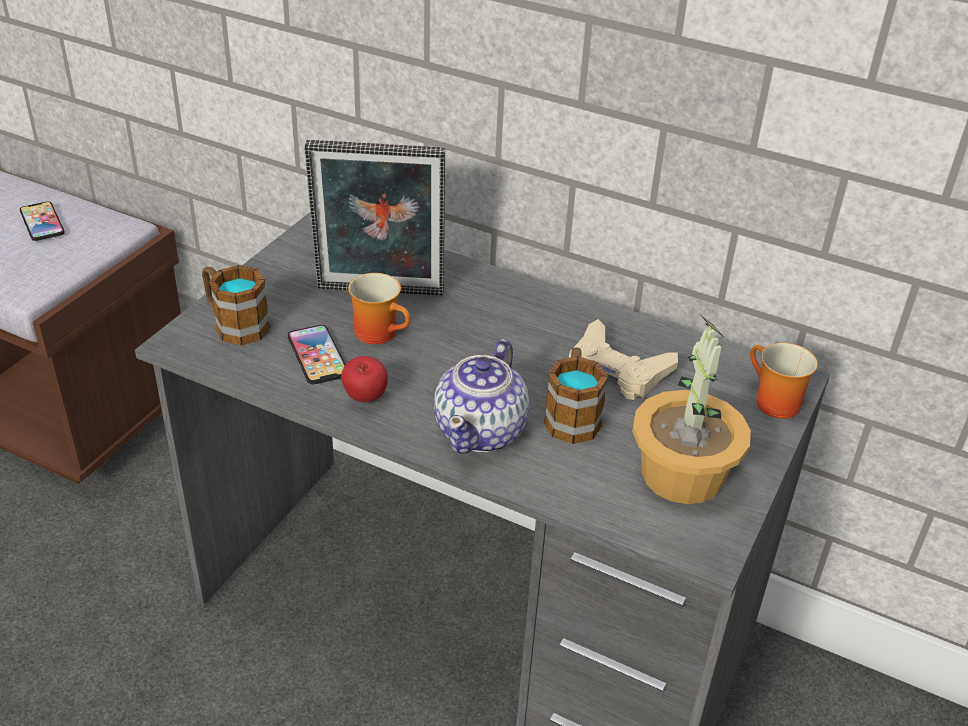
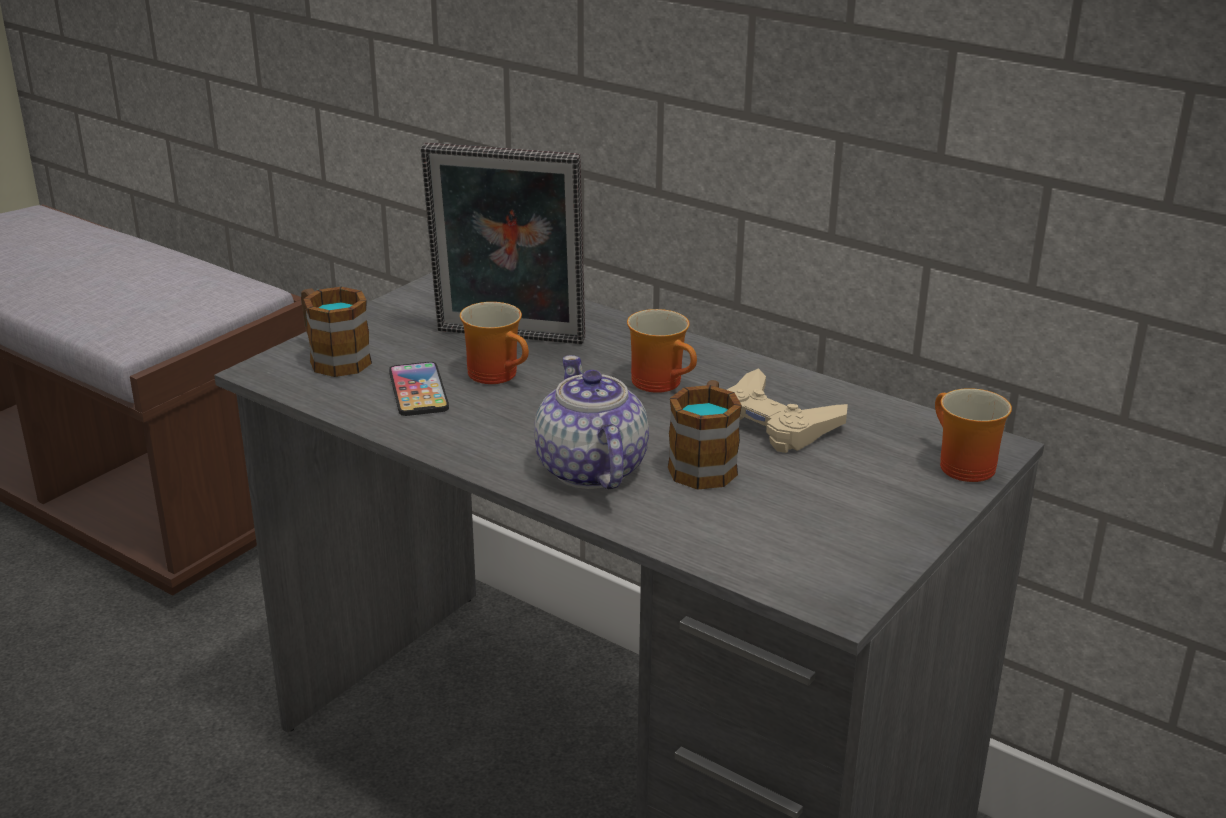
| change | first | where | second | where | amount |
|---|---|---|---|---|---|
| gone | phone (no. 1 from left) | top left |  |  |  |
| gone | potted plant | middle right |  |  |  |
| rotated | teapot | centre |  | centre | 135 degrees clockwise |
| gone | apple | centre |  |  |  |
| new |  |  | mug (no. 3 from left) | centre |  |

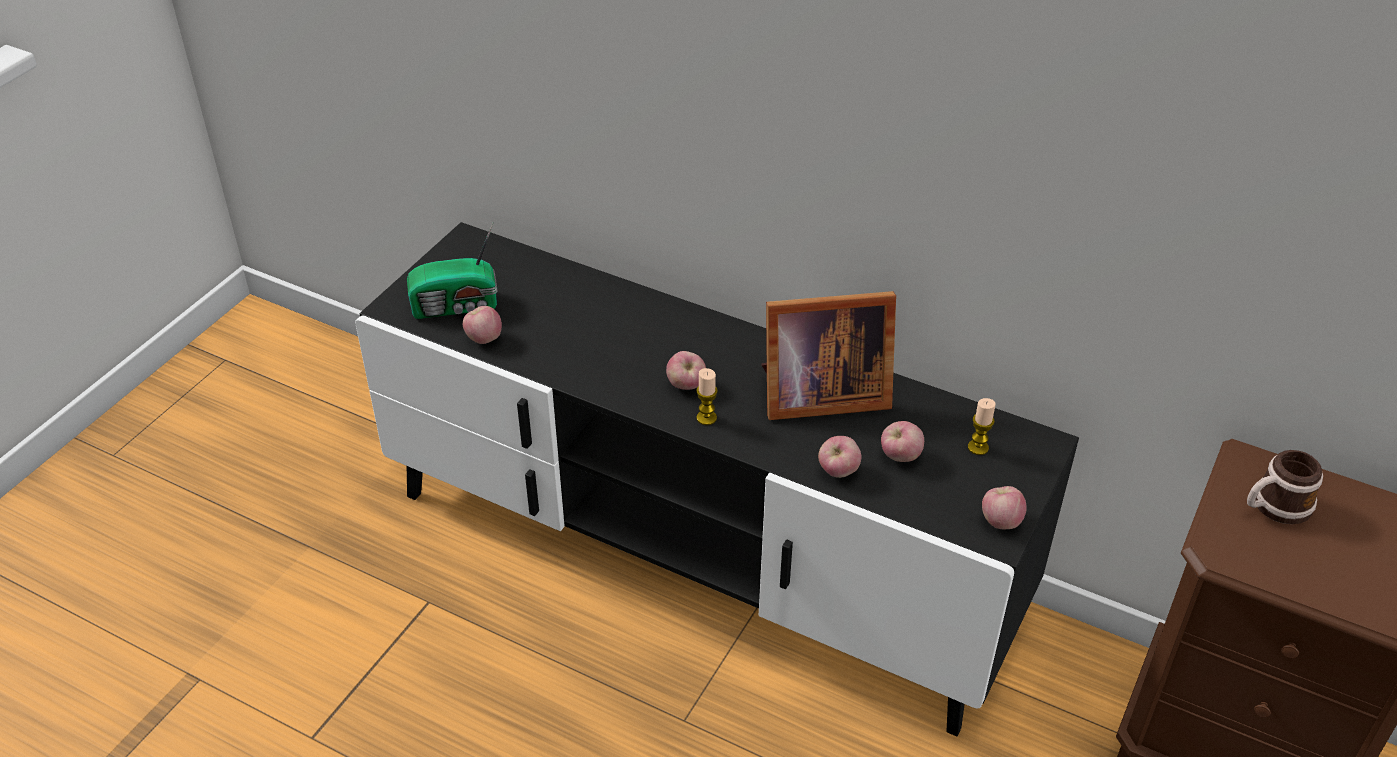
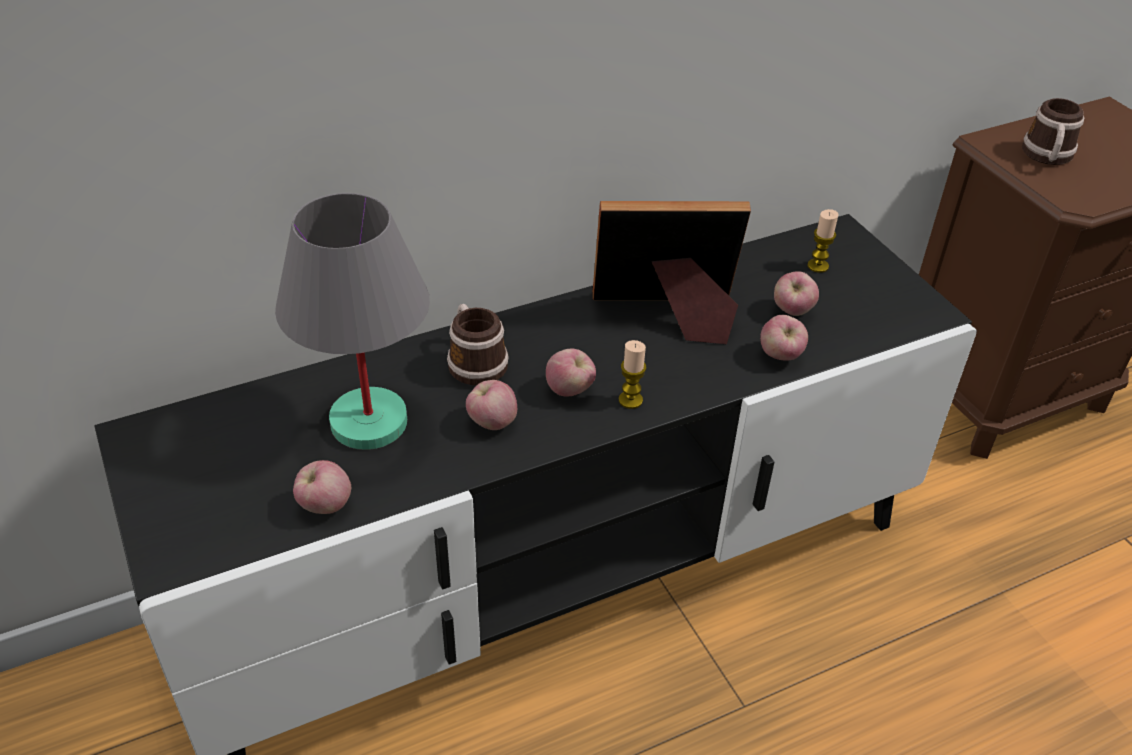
| change | first | where | second | where | amount |
|---|---|---|---|---|---|
| gone | radio | middle left |  |  |  |
| rotated | picture frame | centre |  | centre | 120 degrees counterclockwise |
| shifted | apple (no. 5 from left in the first image) | bottom right | apple (no. 2 from left) | centre |  |
| new |  |  | grey table lamp | middle left |  |
| new |  |  | mug (no. 1 from left) | centre |  |

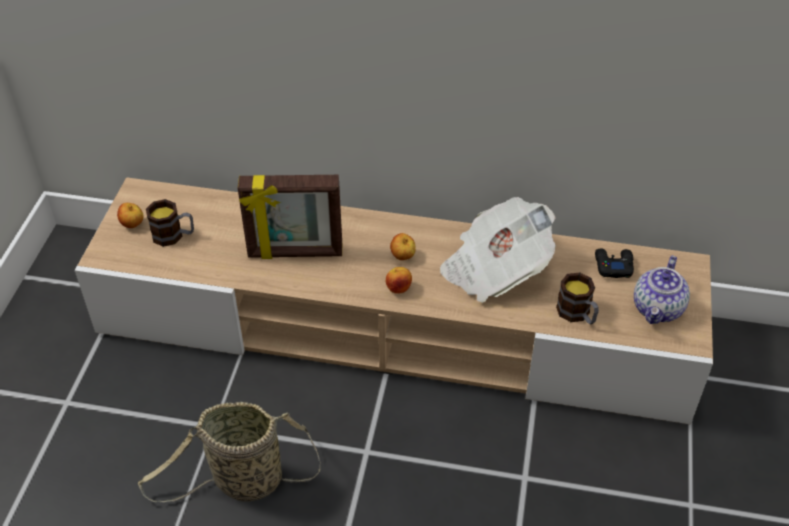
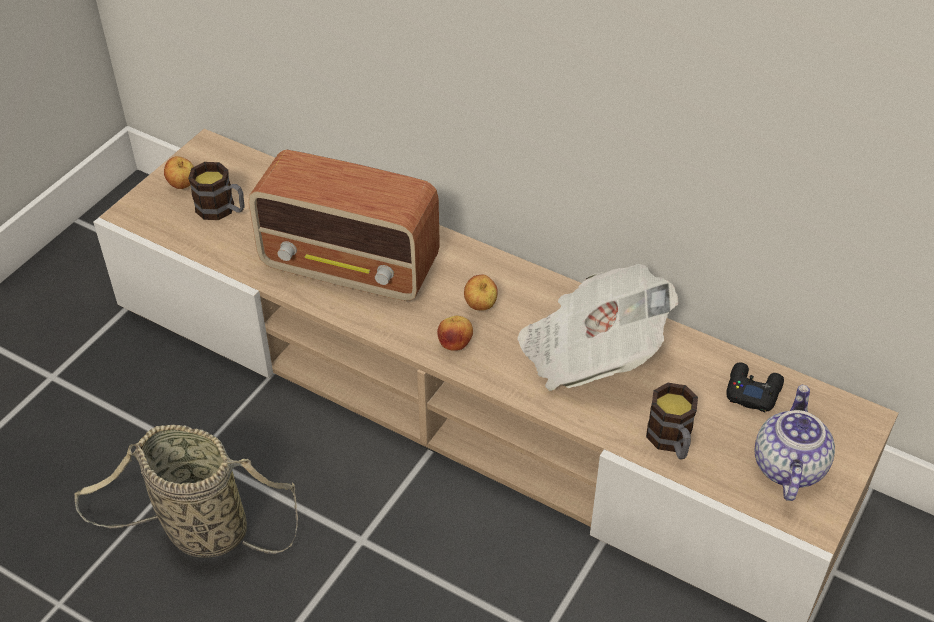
| change | first | where | second | where | amount |
|---|---|---|---|---|---|
| swapped | picture frame | centre | radio | centre |  |
| rotated | teapot | middle right |  | bottom right | 150 degrees clockwise |

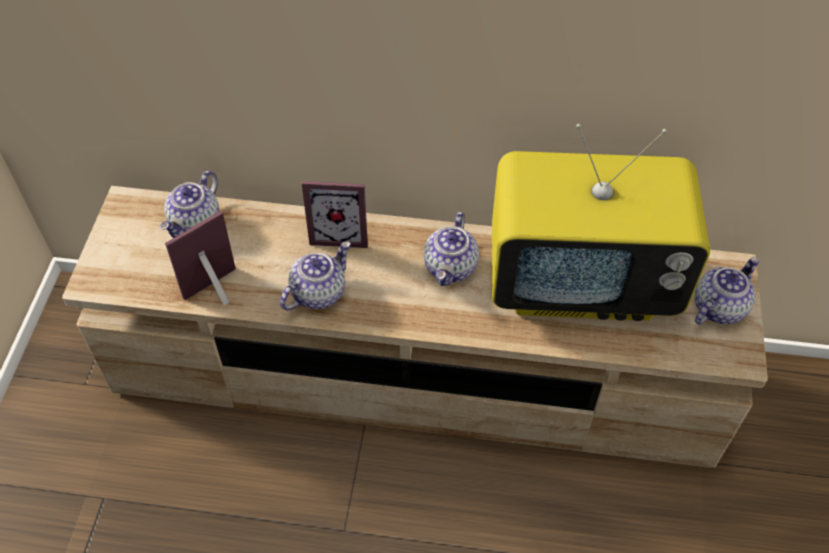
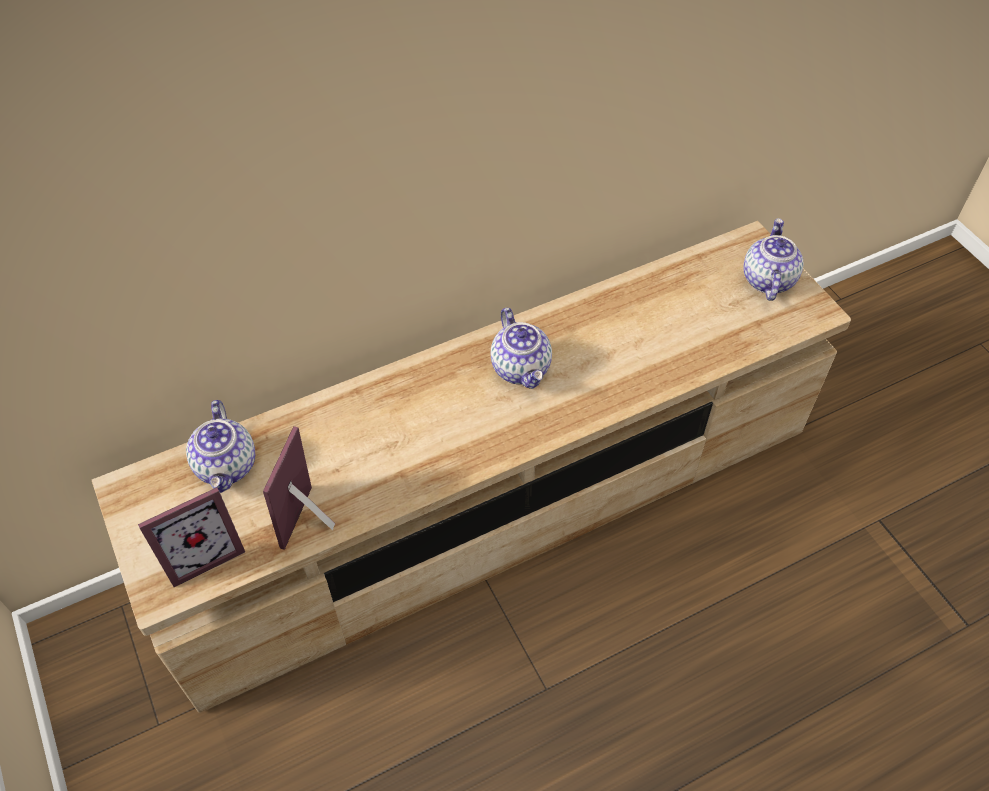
| change | first | where | second | where | amount |
|---|---|---|---|---|---|
| gone | television | middle right |  |  |  |
| shifted | picture frame (no. 2 from left in the first image) | centre | picture frame (no. 1 from left) | bottom left |  |
| gone | teapot (no. 2 from left) | centre |  |  |  |

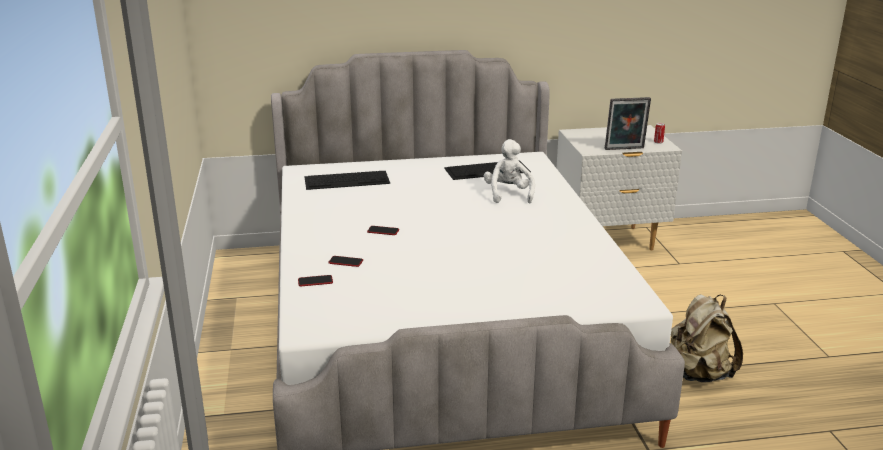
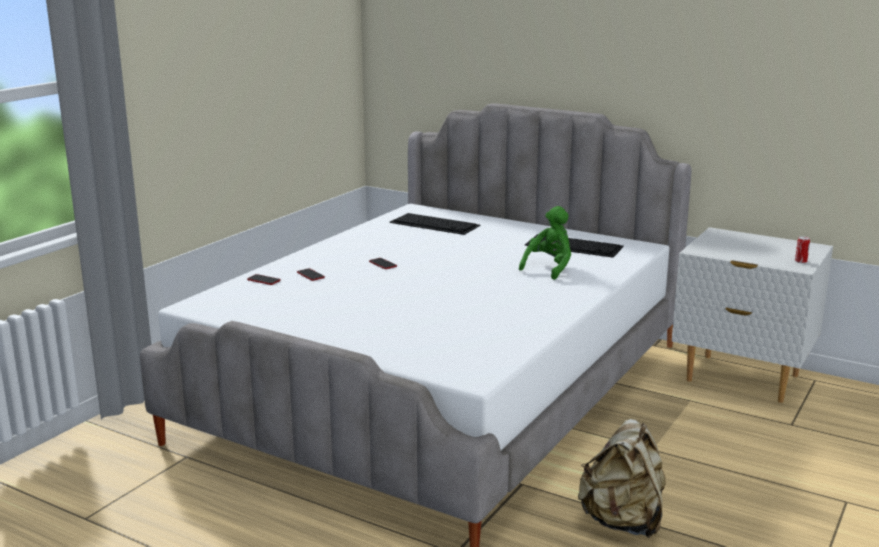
| change | first | where | second | where | amount |
|---|---|---|---|---|---|
| gone | picture frame | top right |  |  |  |
| repainted | white plush toy | centre | green plush toy | centre |  |

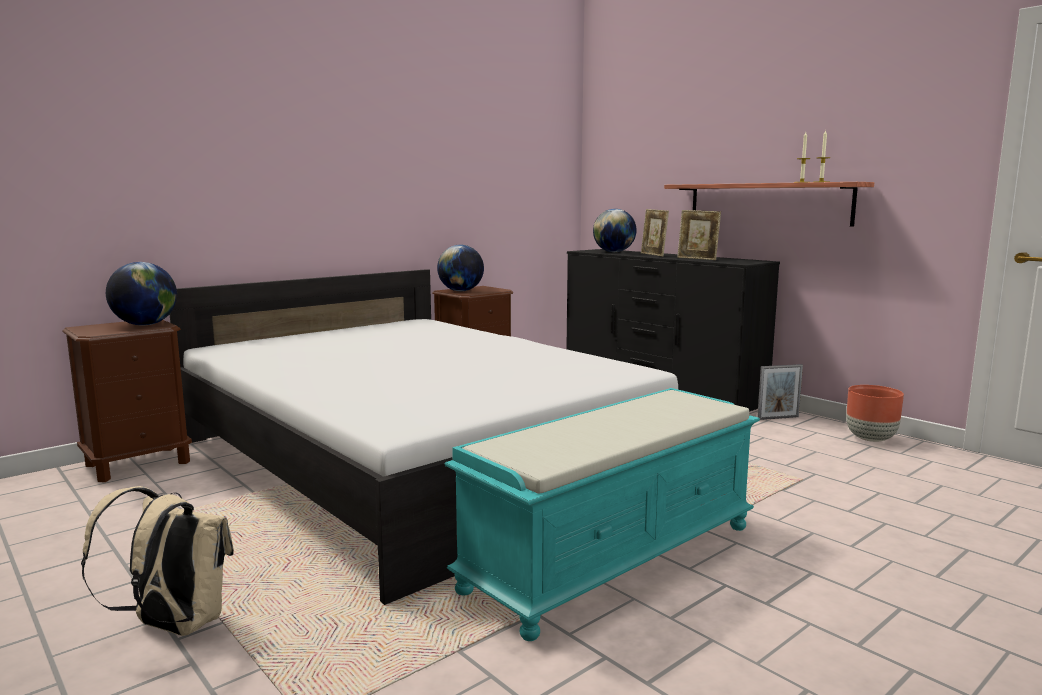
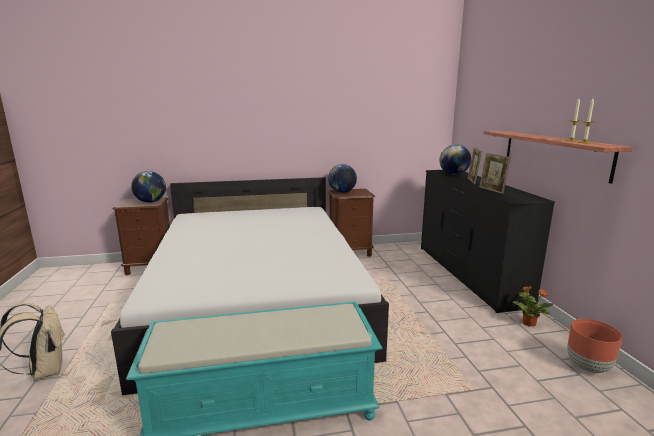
| change | first | where | second | where | amount |
|---|---|---|---|---|---|
| swapped | picture frame (no. 3 from left) | middle right | potted plant | bottom right |  |

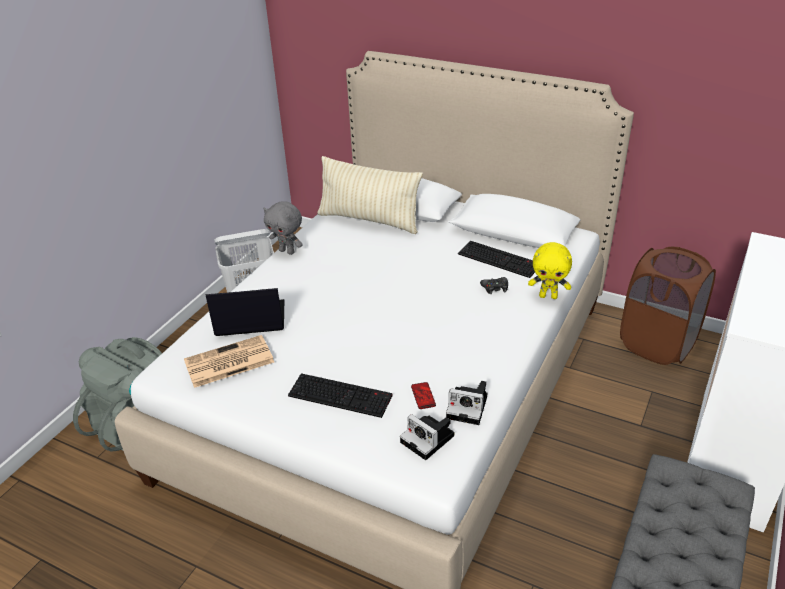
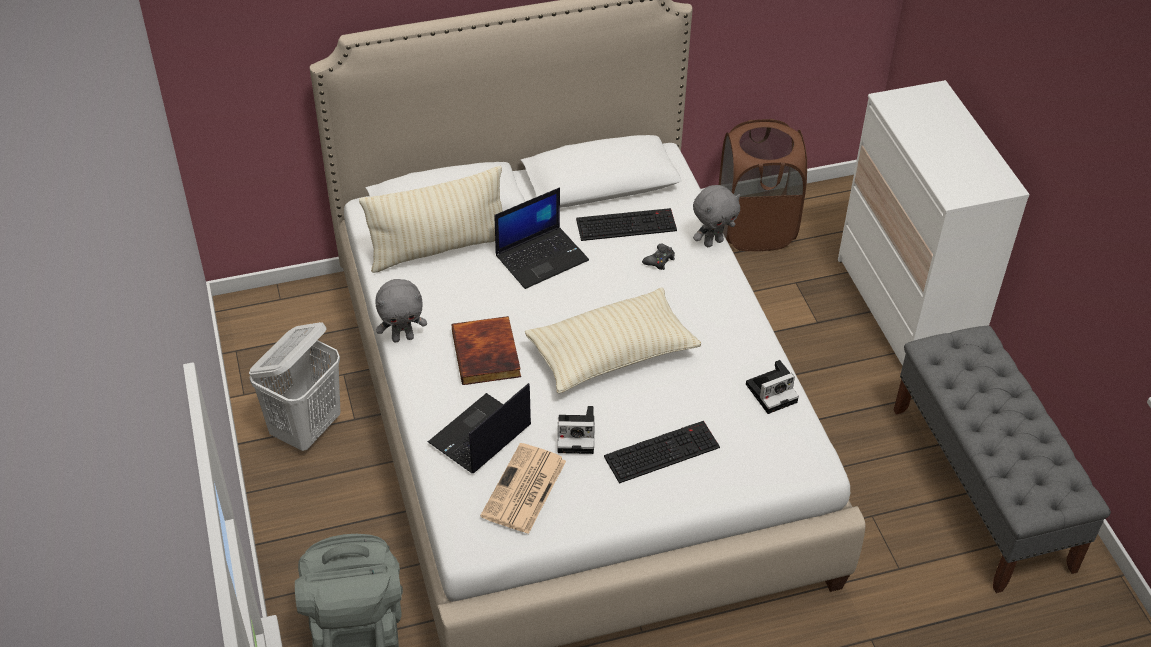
| change | first | where | second | where | amount |
|---|---|---|---|---|---|
| repainted | yellow plush toy | middle right | grey plush toy (no. 2 from left) | centre |  |
| gone | phone | bottom centre |  |  |  |
| shifted | photo camera (no. 1 from left) | bottom centre |  | centre |  |
| new |  |  | laptop (no. 2 from left) | centre |  |
| new |  |  | beige pillow (no. 2 from left) | centre |  |
| new |  |  | book | centre |  |

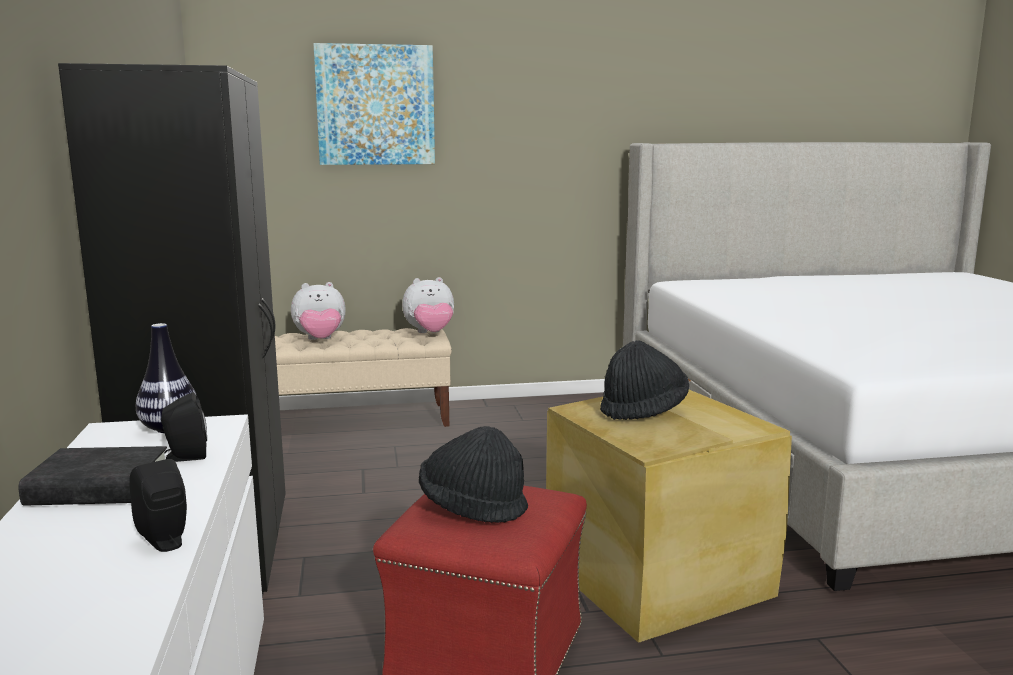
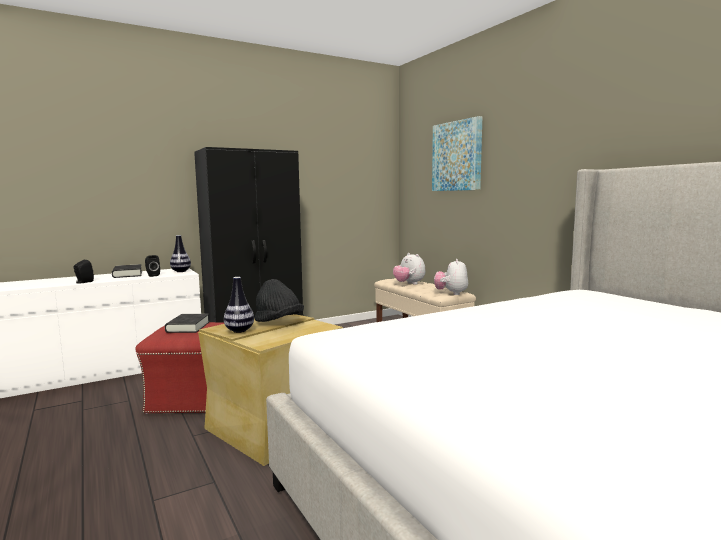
| change | first | where | second | where | amount |
|---|---|---|---|---|---|
| rotated | plush toy (no. 2 from left) | centre |  | centre | 45 degrees clockwise |
| swapped | black hat (no. 1 from left) | bottom centre | black book (no. 2 from left) | middle left |  |
| new |  |  | vase (no. 2 from left) | middle left |  |

